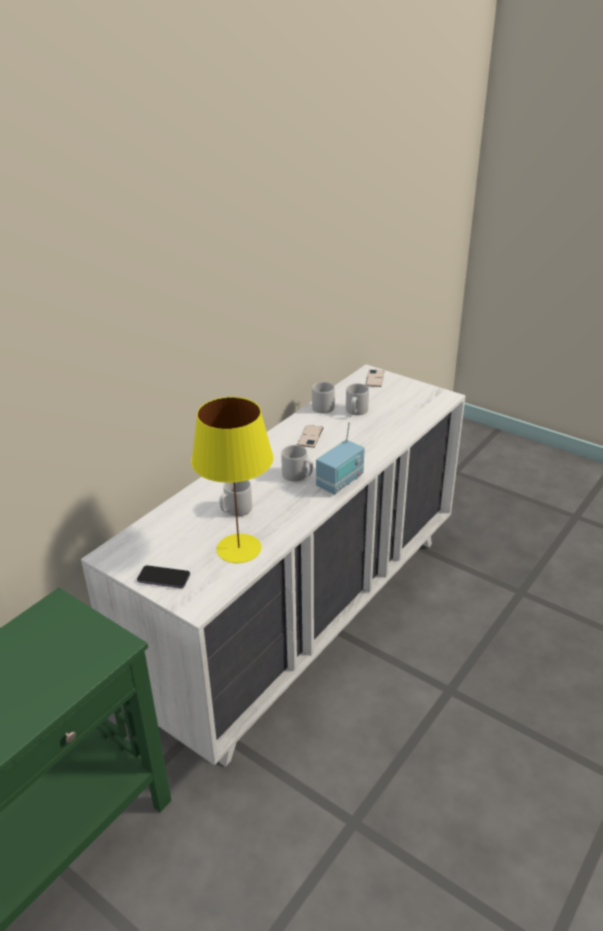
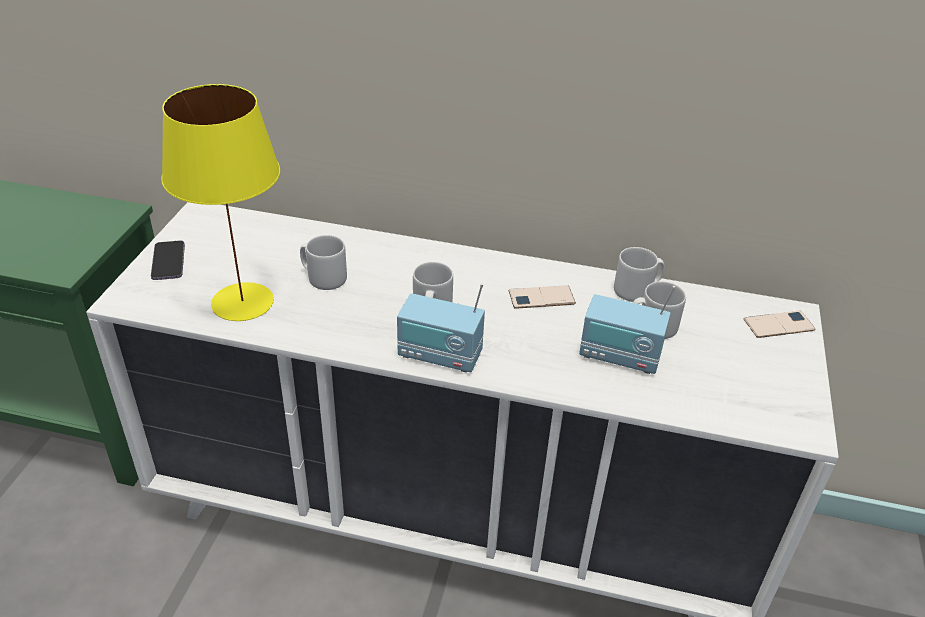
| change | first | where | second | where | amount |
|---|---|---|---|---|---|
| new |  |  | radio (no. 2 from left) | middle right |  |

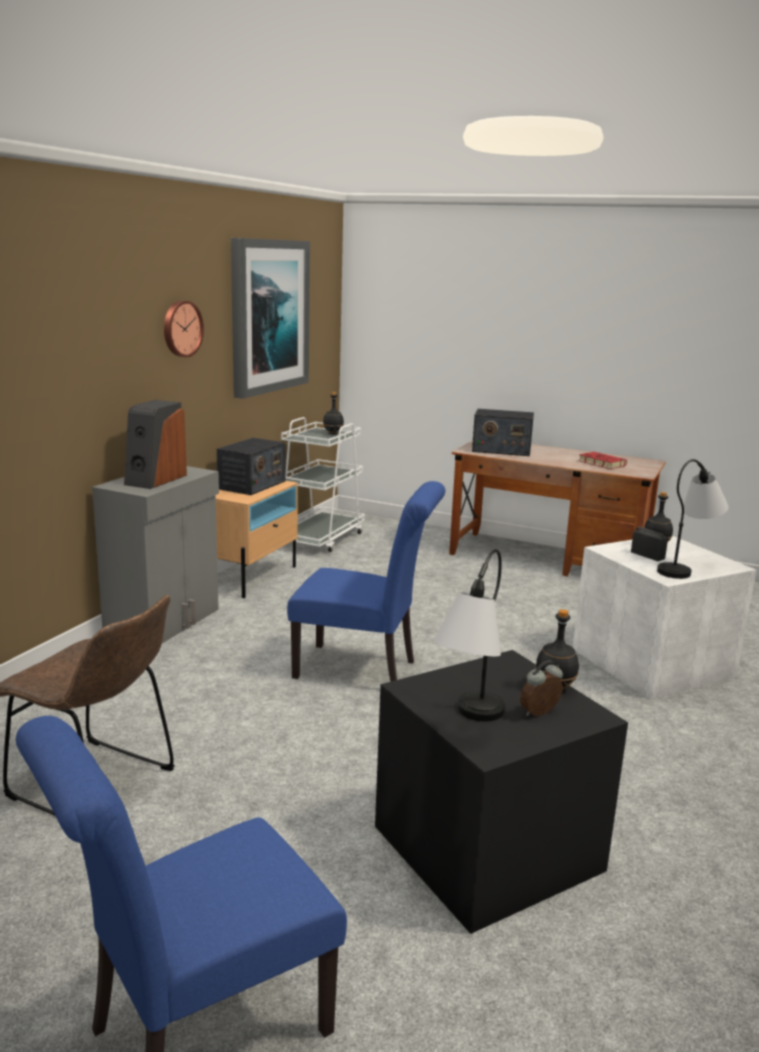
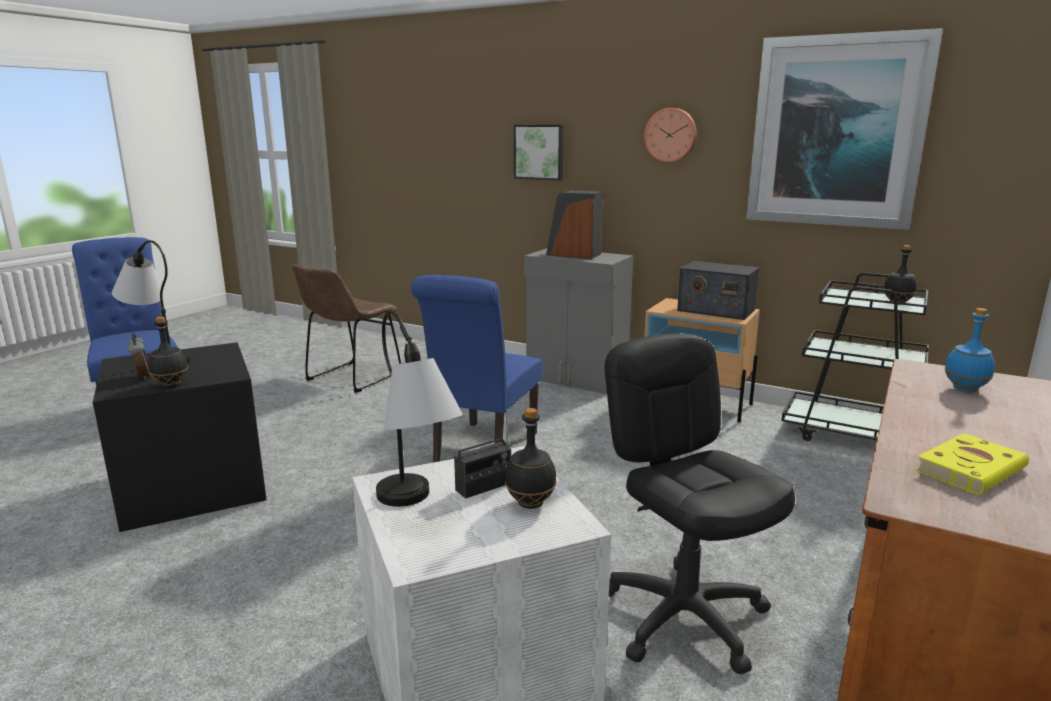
| change | first | where | second | where | amount |
|---|---|---|---|---|---|
| swapped | radio (no. 2 from left) | centre | blue bottle | middle right |  |
| repainted | white cart | centre | black cart | middle right |  |
| repainted | red book | middle right | yellow book | middle right |  |
| new |  |  | picture (no. 1 from left) | top centre |  |
| new |  |  | black office chair | bottom centre |  |

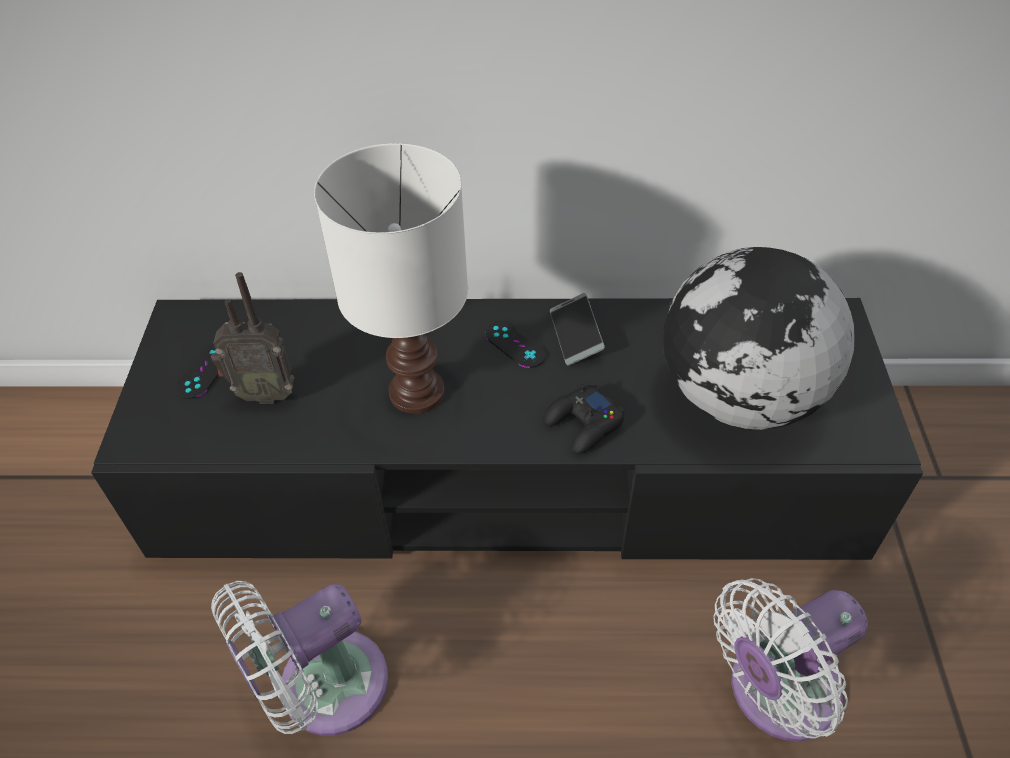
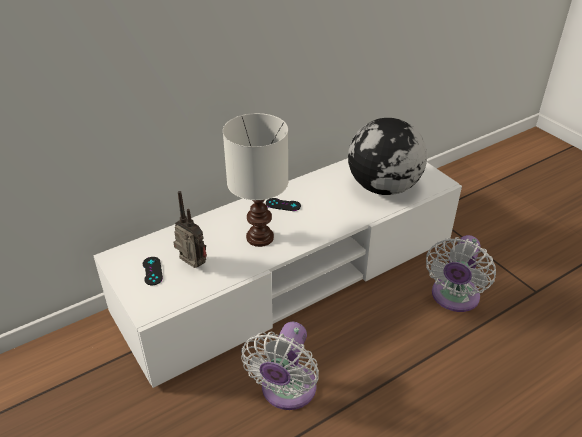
| change | first | where | second | where | amount |
|---|---|---|---|---|---|
| rotated | radio | middle left |  | middle left | 105 degrees counterclockwise |
| gone | phone | centre |  |  |  |
| repainted | black tv stand | centre | white tv stand | centre |  |
| gone | black game controller (no. 3 from left) | centre |  |  |  |

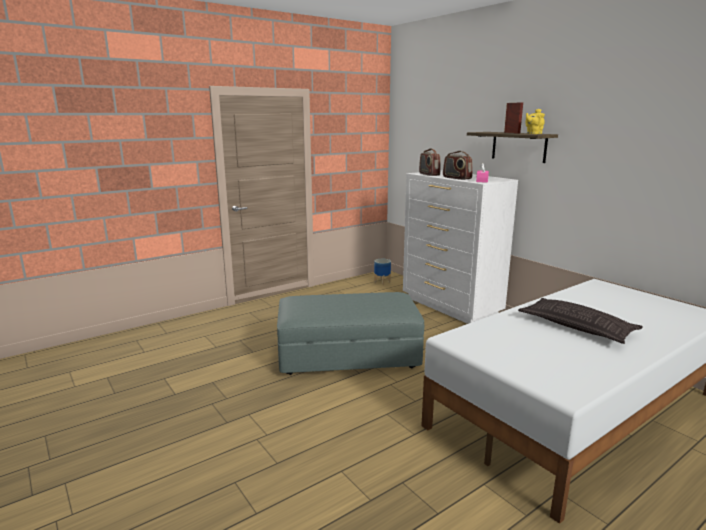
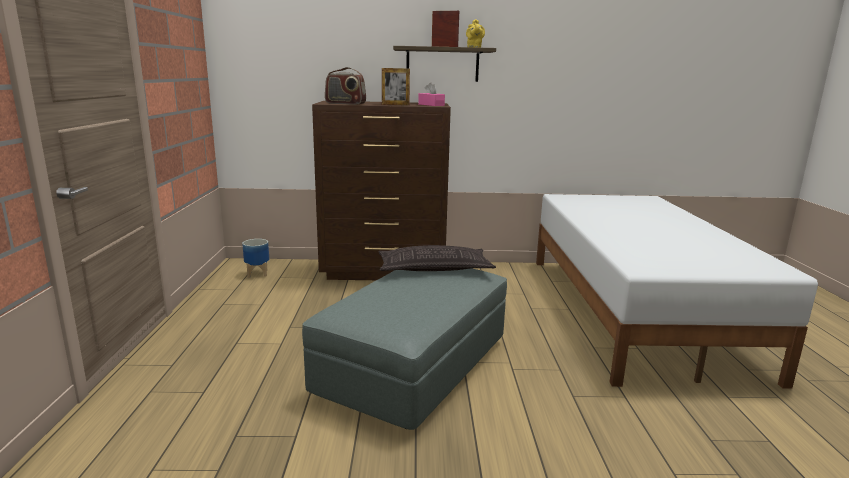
| change | first | where | second | where | amount |
|---|---|---|---|---|---|
| swapped | radio (no. 2 from left) | top centre | picture frame (no. 1 from left) | top centre |  |
| repainted | white dresser | centre | brown dresser | centre |  |
| shifted | pillow | middle right |  | centre |  |

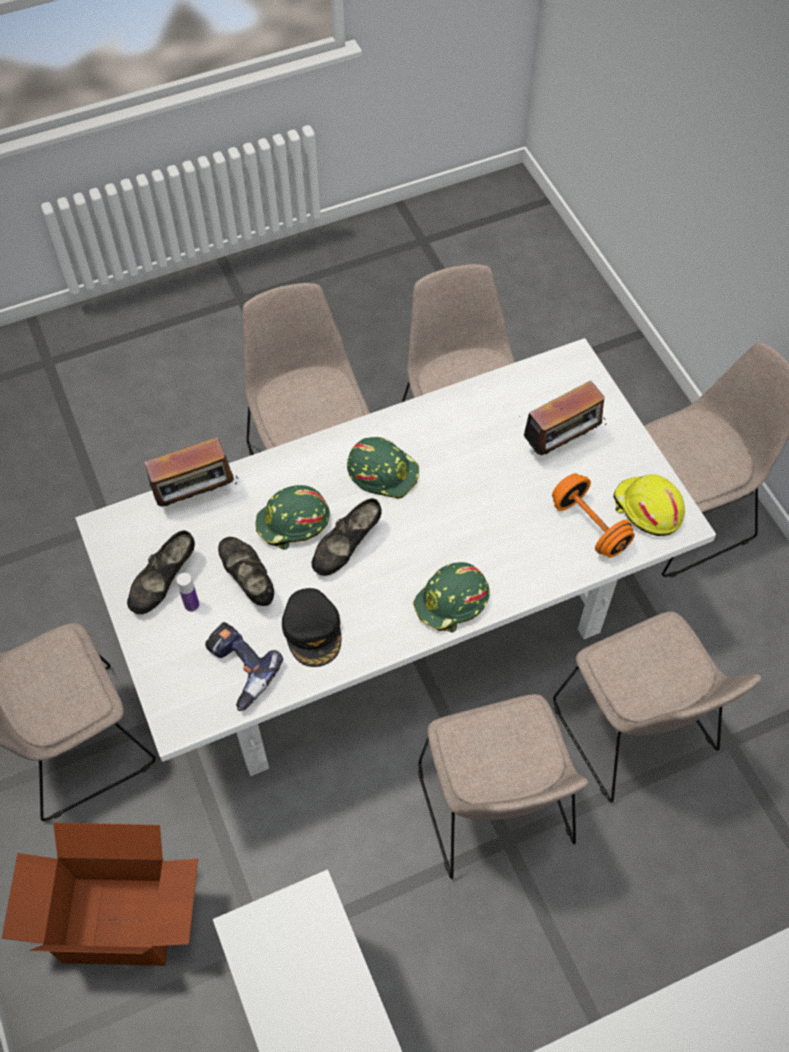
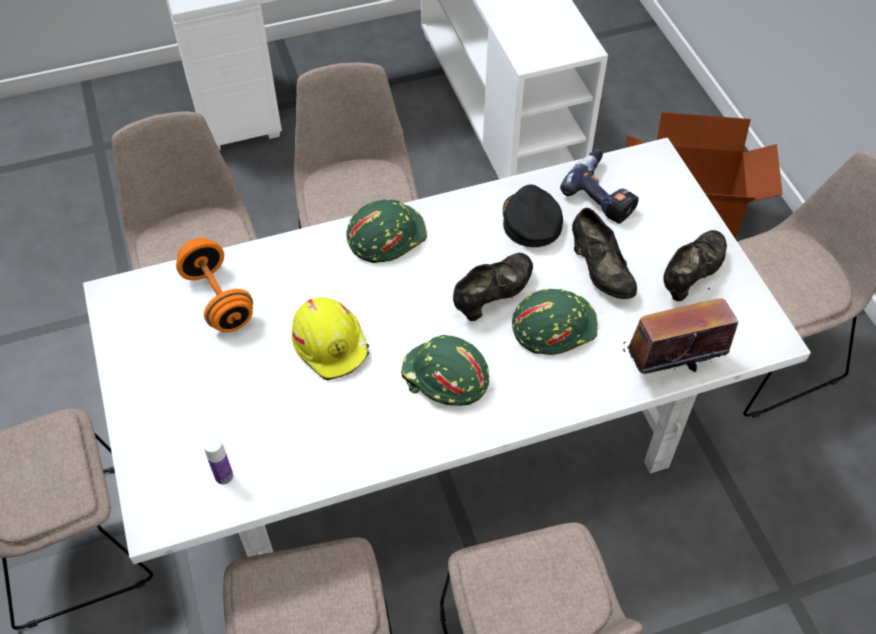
| change | first | where | second | where | amount |
|---|---|---|---|---|---|
| gone | radio (no. 2 from left) | middle right |  |  |  |
| shifted | yellow hard hat | middle right |  | centre |  |
| shifted | bottle | middle left |  | bottom left |  |

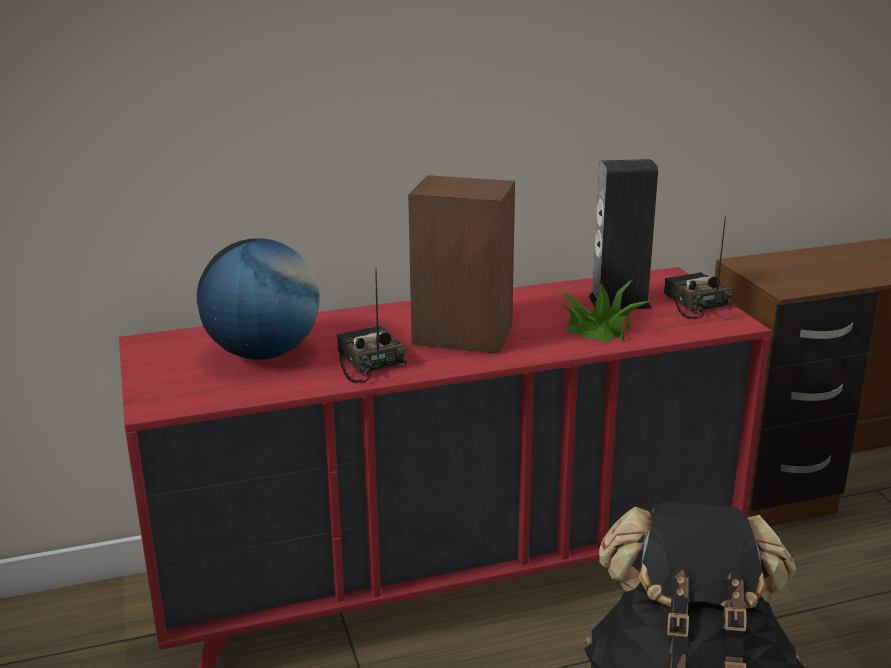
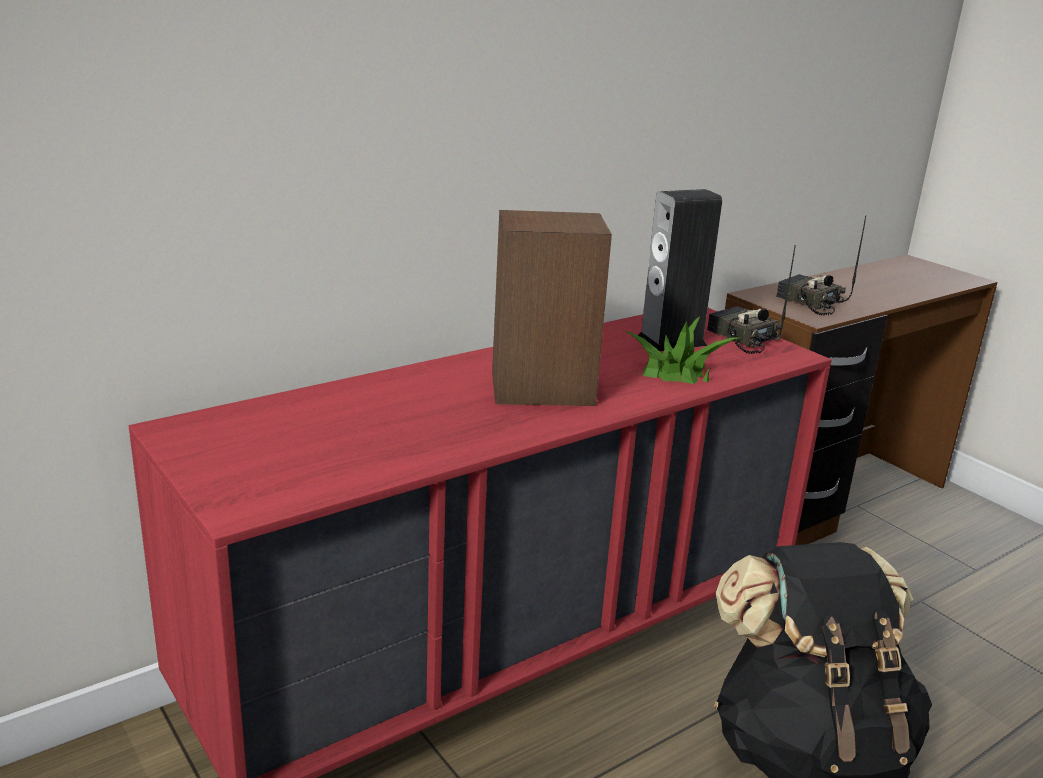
| change | first | where | second | where | amount |
|---|---|---|---|---|---|
| gone | globe | middle left |  |  |  |
| shifted | radio (no. 1 from left in the first image) | centre | radio (no. 2 from left) | middle right |  |

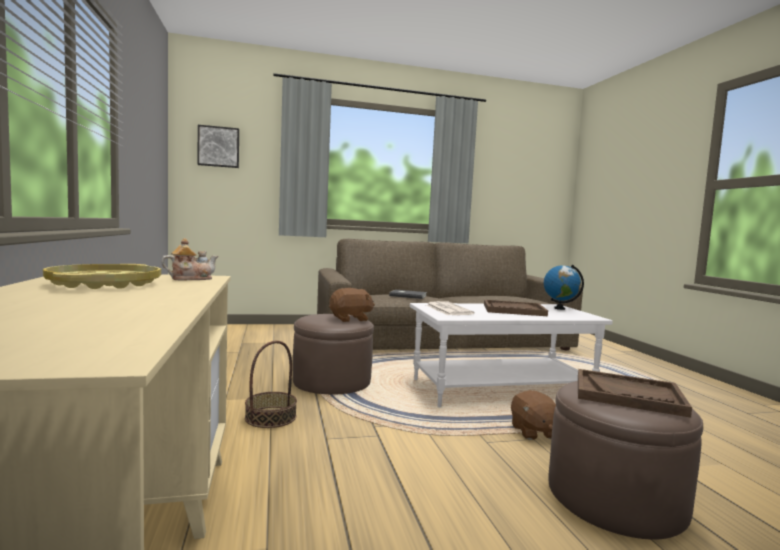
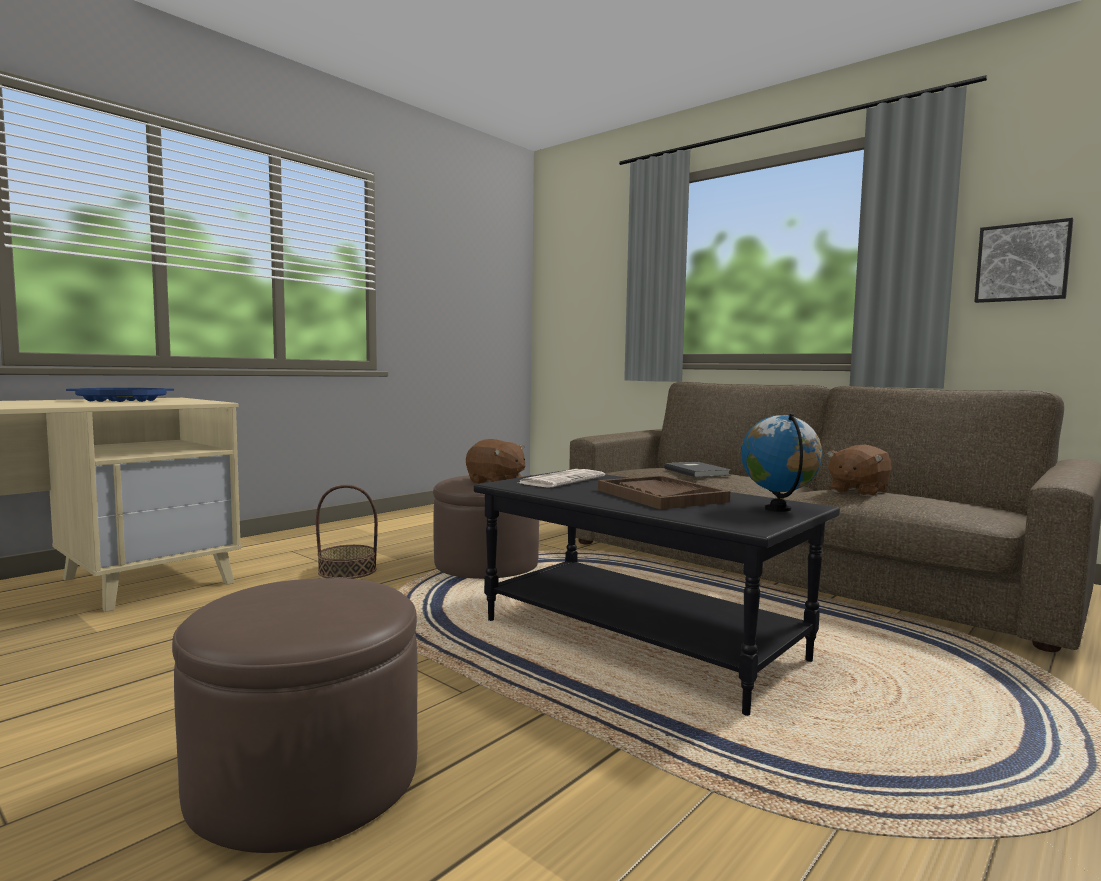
| change | first | where | second | where | amount |
|---|---|---|---|---|---|
| shifted | picture | top left |  | top right |  |
| gone | teapot | middle left |  |  |  |
| repainted | yellow tray | middle left | blue tray | middle left |  |
| repainted | white coffee table | centre | black coffee table | bottom centre |  |
| gone | brown tray (no. 2 from left) | bottom right |  |  |  |
| shifted | brown plush toy (no. 2 from left) | bottom right |  | middle right |  |

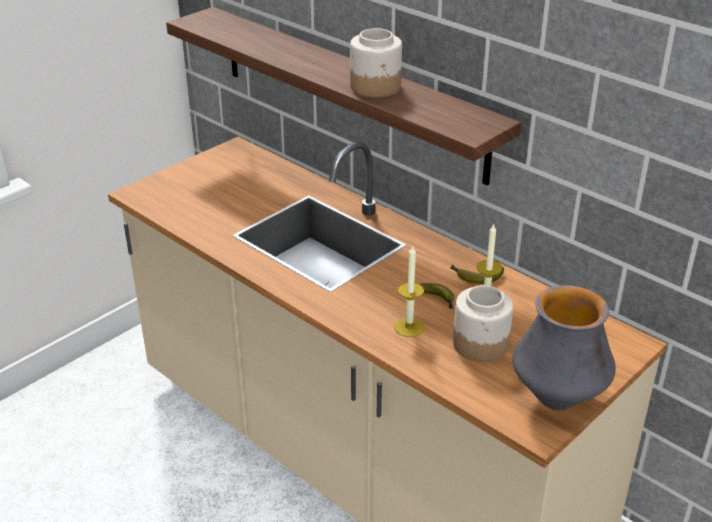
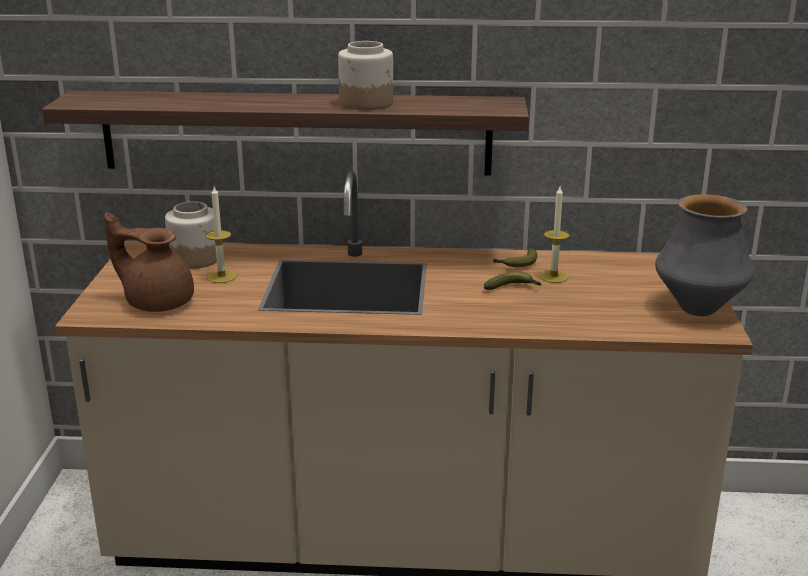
| change | first | where | second | where | amount |
|---|---|---|---|---|---|
| shifted | candle (no. 1 from left) | centre |  | middle left |  |
| shifted | jar (no. 2 from left in the first image) | middle right | jar (no. 1 from left) | middle left |  |
| new |  |  | brown teapot | middle left |  |

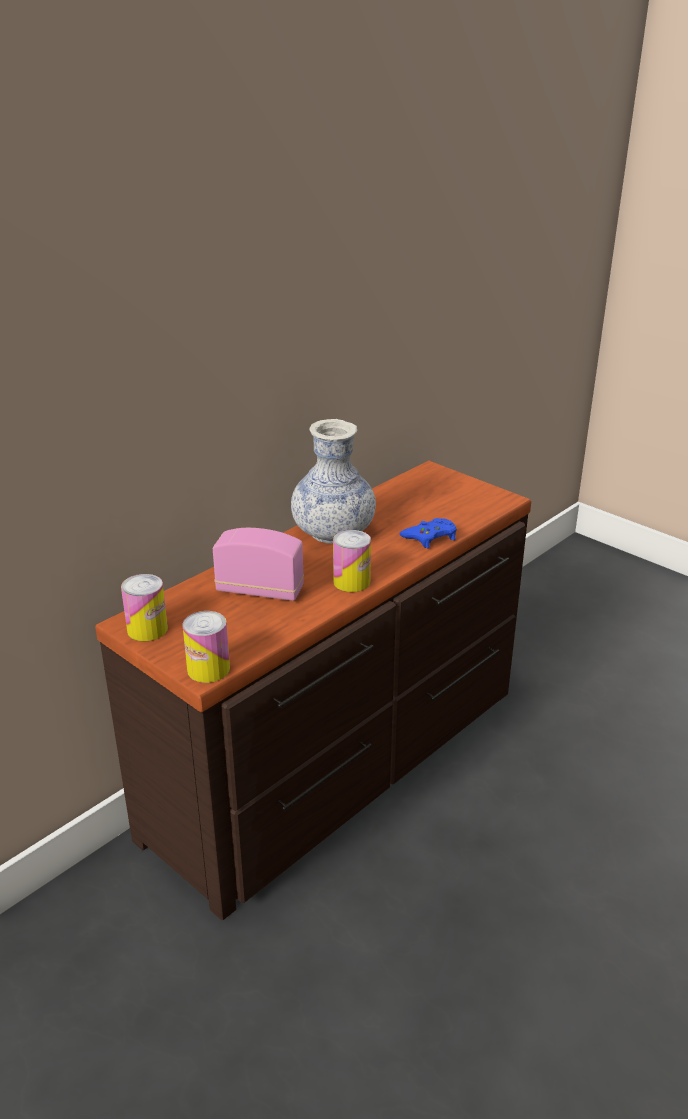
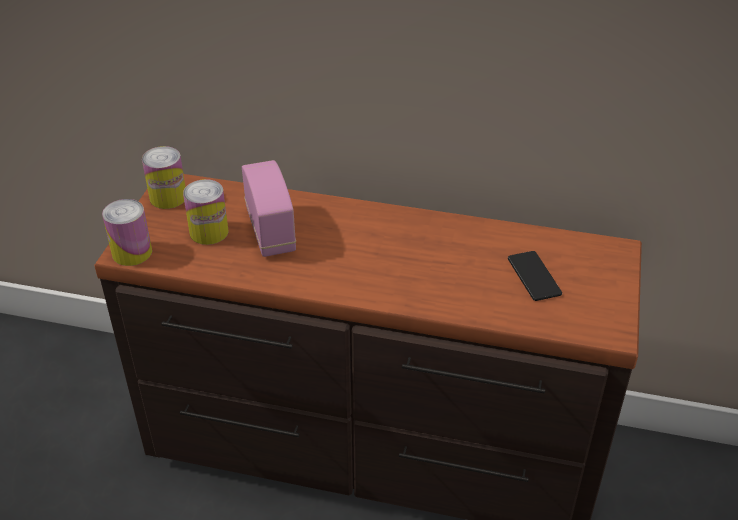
| change | first | where | second | where | amount |
|---|---|---|---|---|---|
| gone | vase | centre |  |  |  |
| gone | blue game controller | centre |  |  |  |
| shifted | can (no. 3 from left) | centre |  | middle left |  |
| new |  |  | phone | middle right |  |

